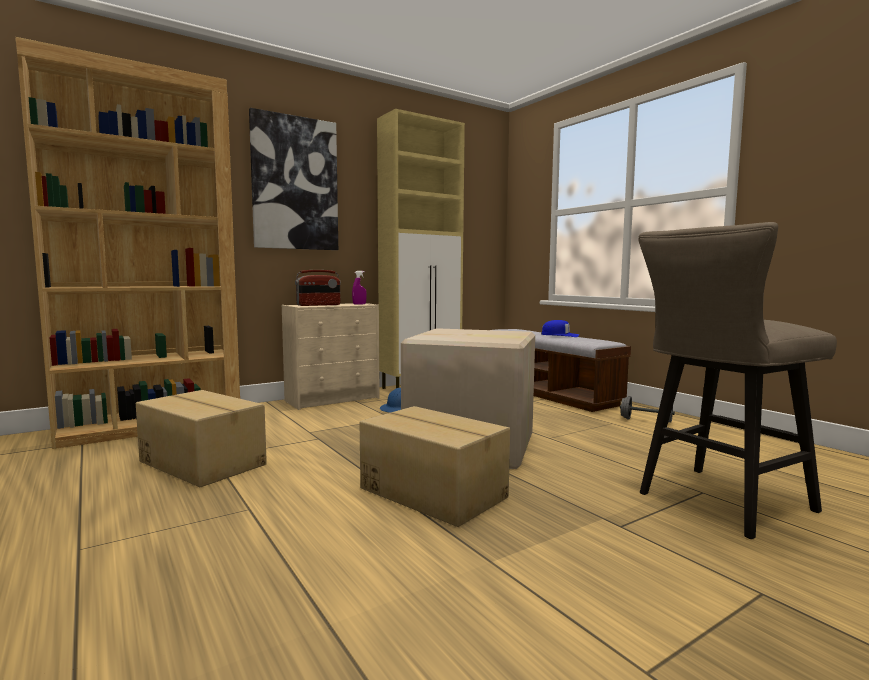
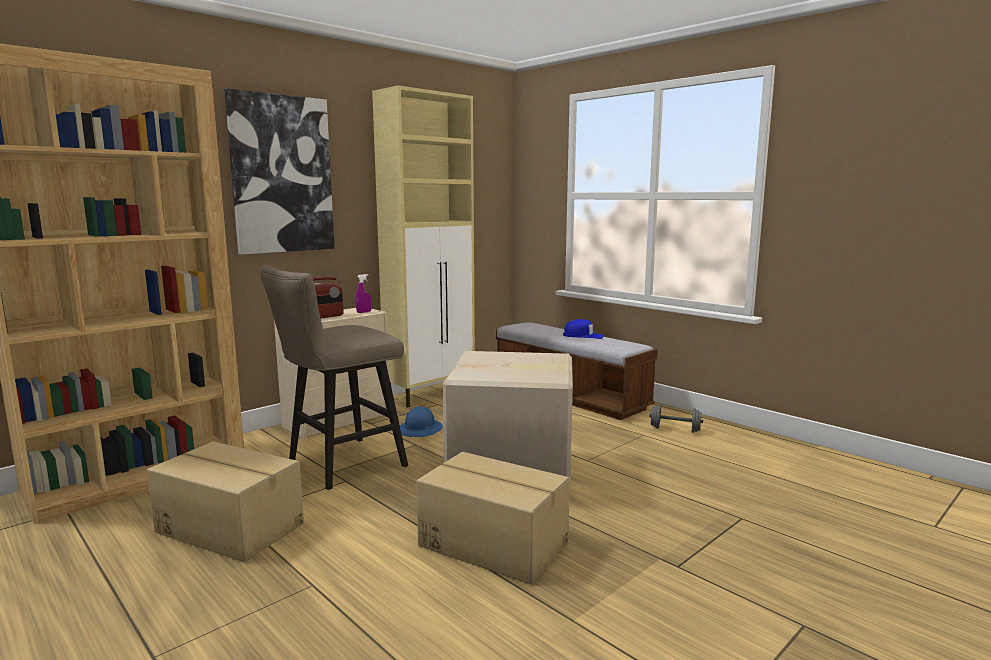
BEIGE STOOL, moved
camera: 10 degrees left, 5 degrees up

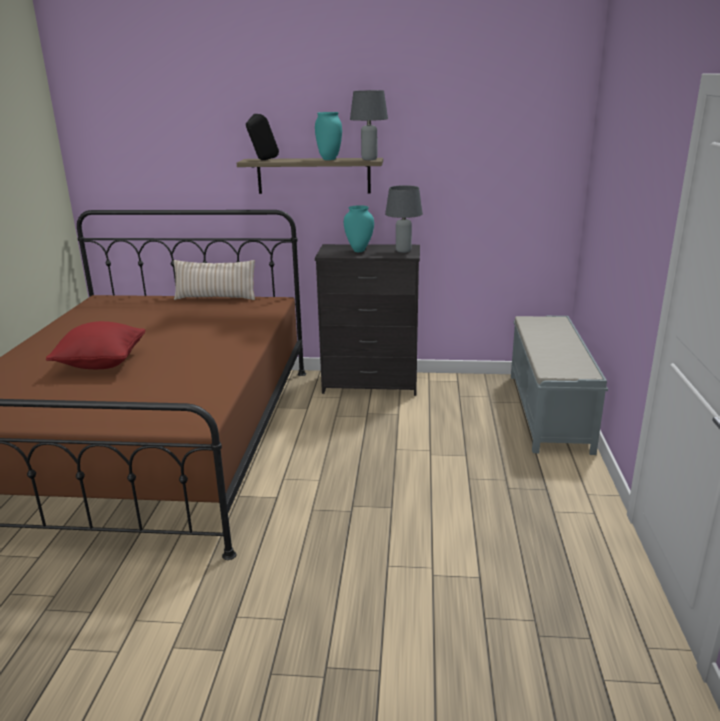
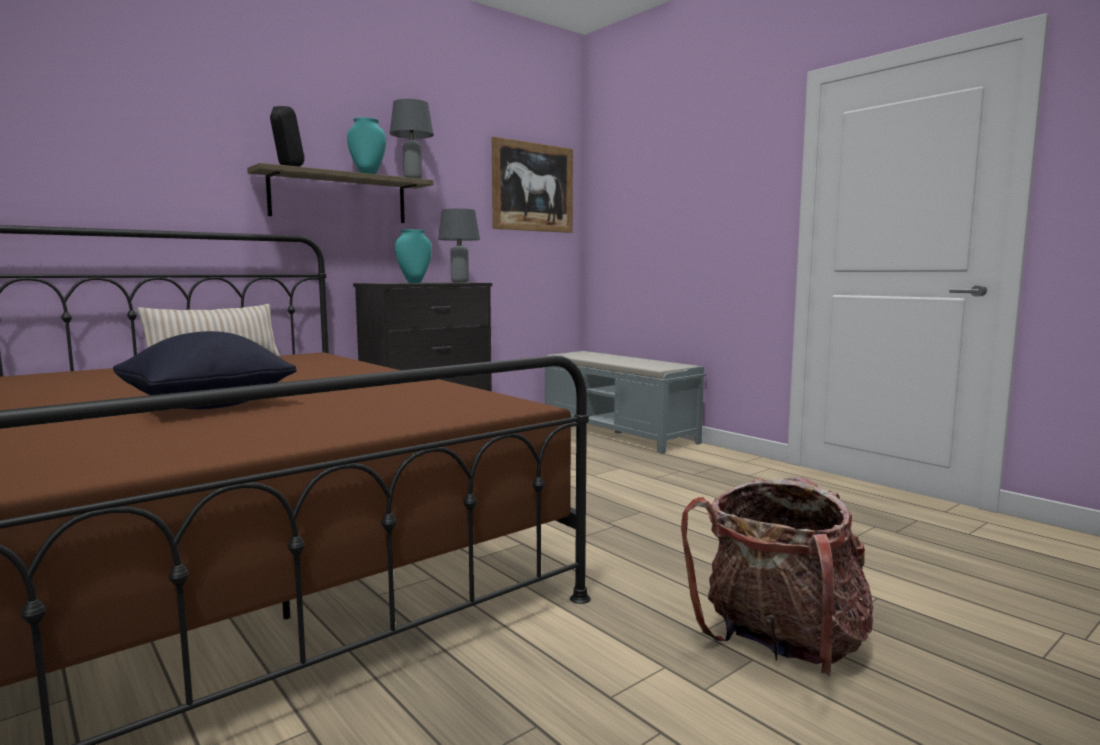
RED PILLOW -> BLACK PILLOW
none -> PICTURE
none -> BACKPACK
camera: 45 degrees left, 15 degrees down

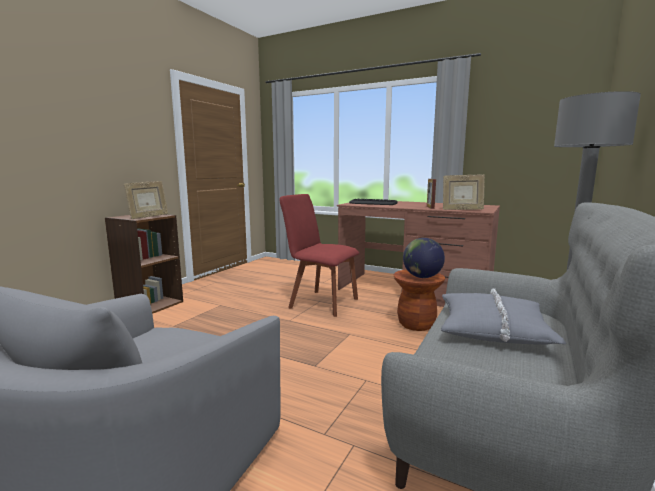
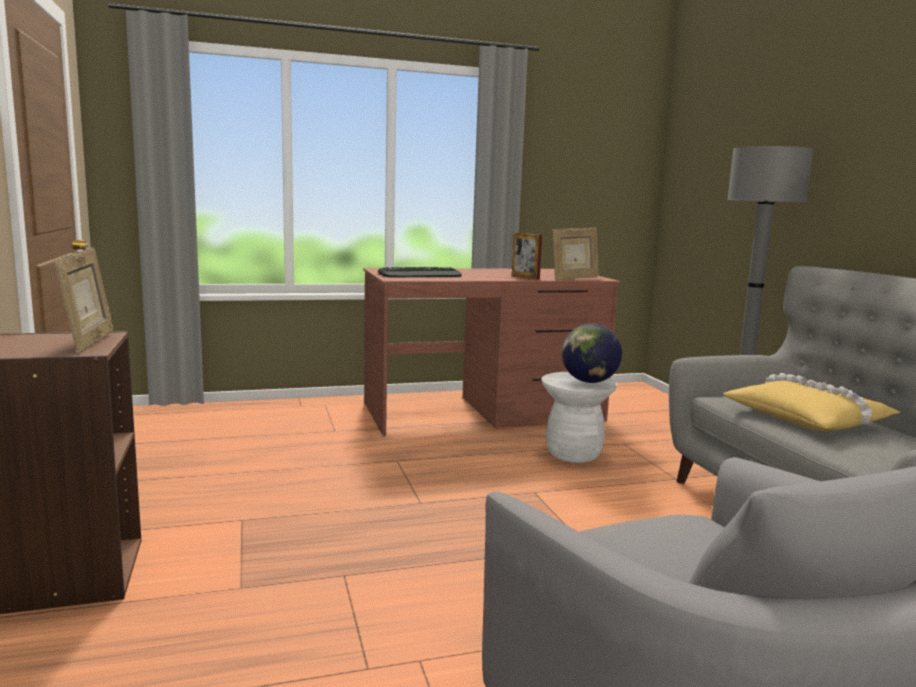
RED CHAIR -> none
BROWN STOOL -> WHITE STOOL
GREY PILLOW -> YELLOW PILLOW
camera: 45 degrees left, 0 degrees up

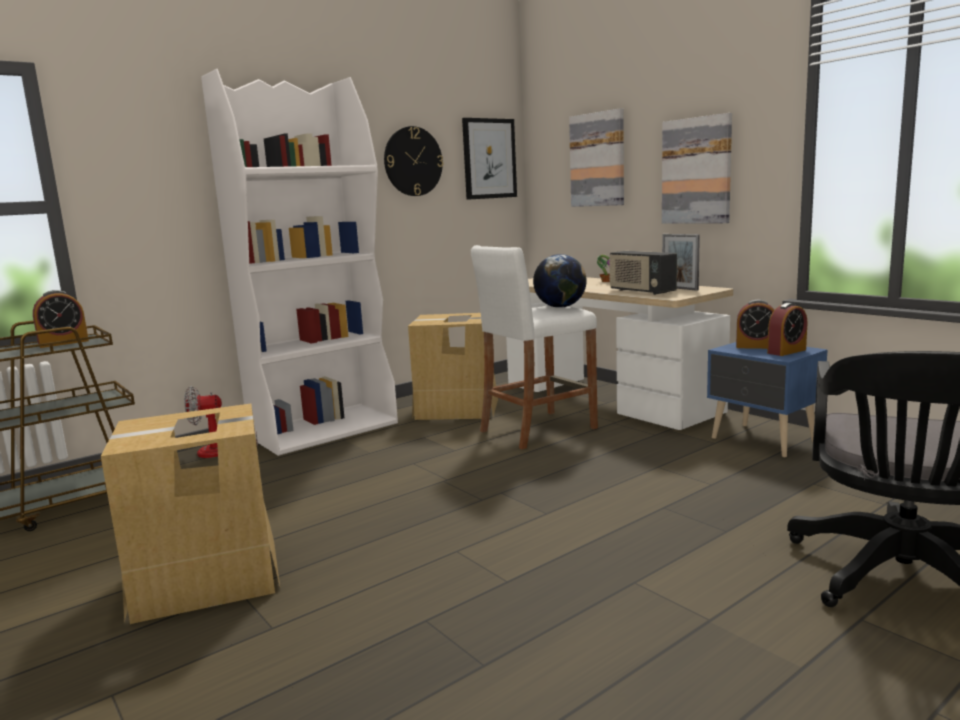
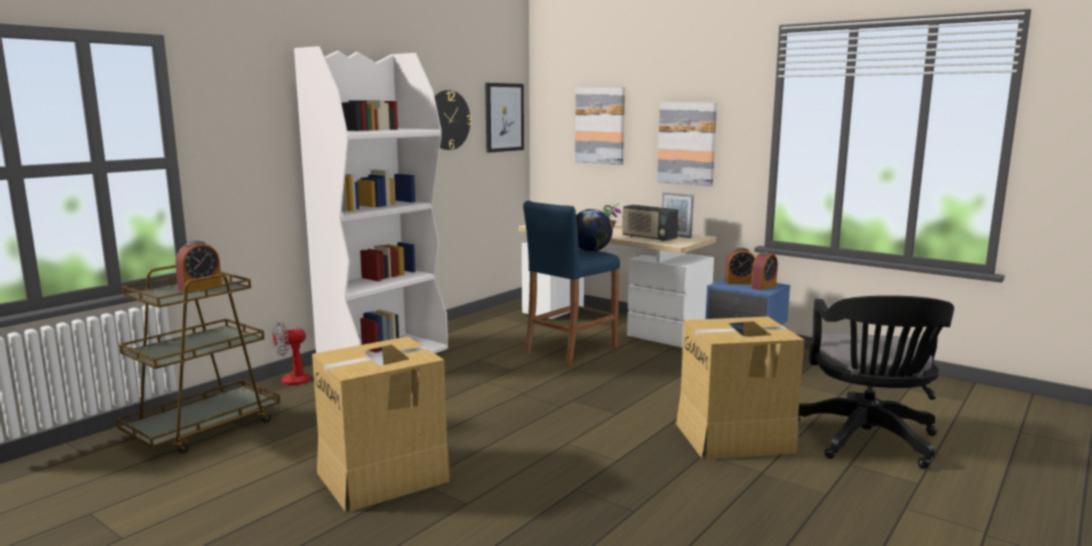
CARDBOARD BOX (2nd from left), moved
WHITE STOOL -> BLUE STOOL
camera: 15 degrees left, 0 degrees up

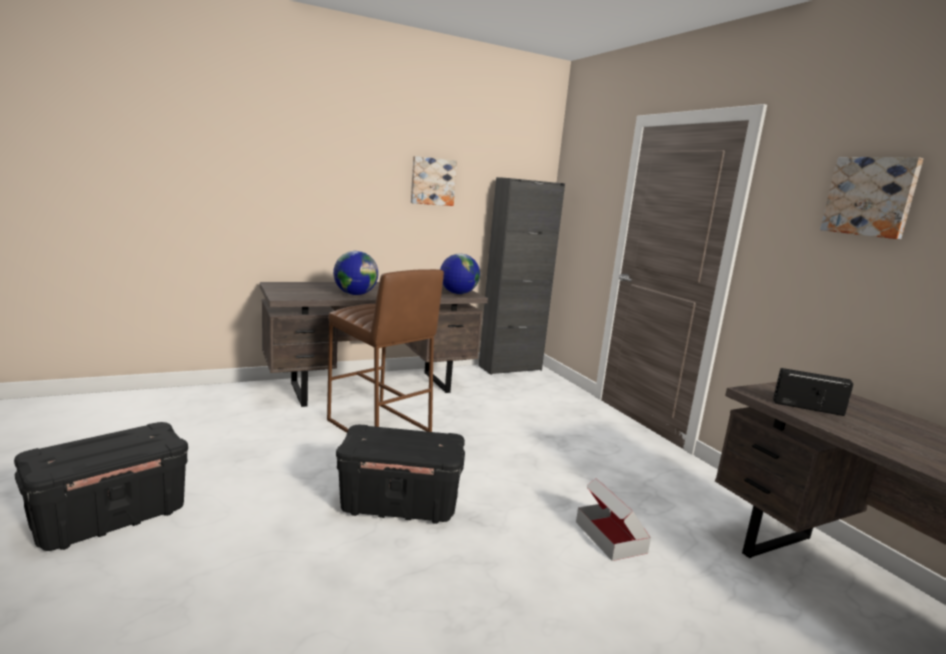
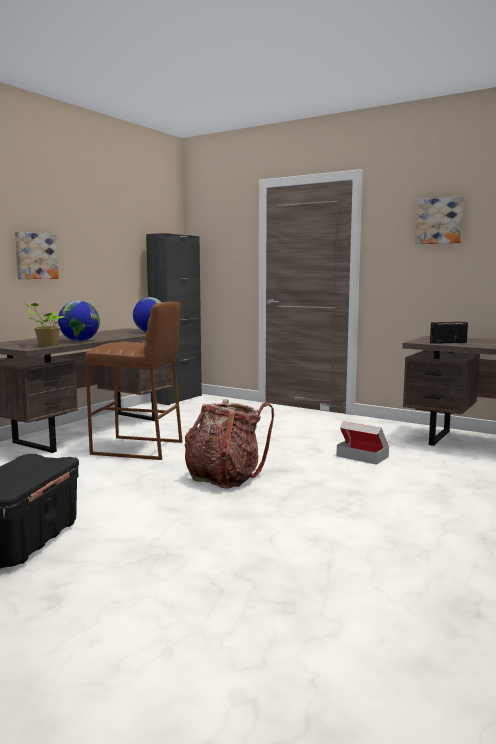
BLACK STORAGE BOX (2nd from left) -> BACKPACK
PICTURE (1st from left), moved
none -> POTTED PLANT
camera: 30 degrees left, 5 degrees down

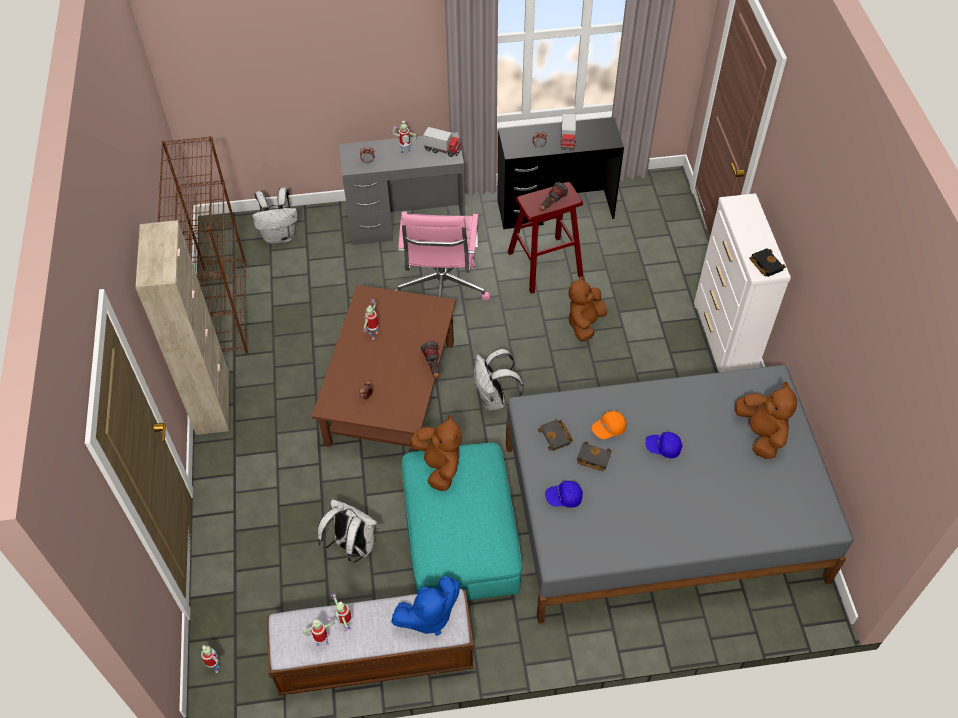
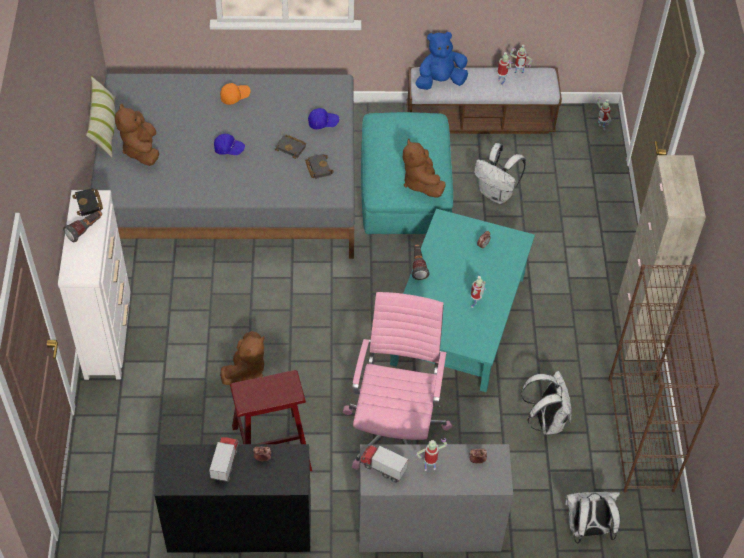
BROWN COFFEE TABLE -> TURQUOISE COFFEE TABLE
WHITE BACKPACK (3rd from left in the first image) -> WHITE BACKPACK (2nd from left), moved
FLASHLIGHT (2nd from left in the first image) -> FLASHLIGHT (1st from left), moved
ORANGE CAP, moved
none -> PILLOW
camera: 175 degrees left, 0 degrees up

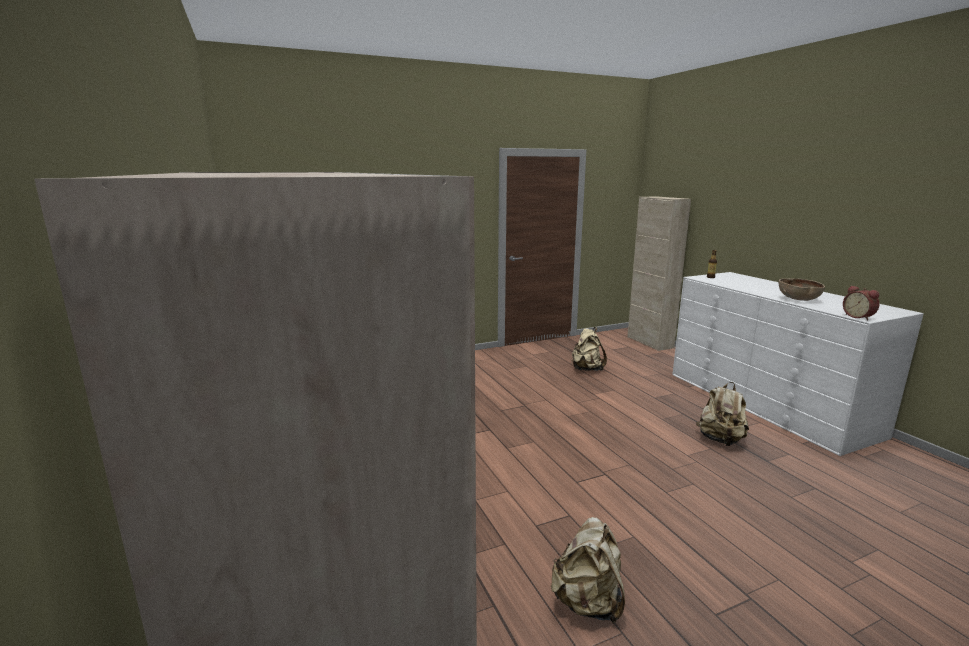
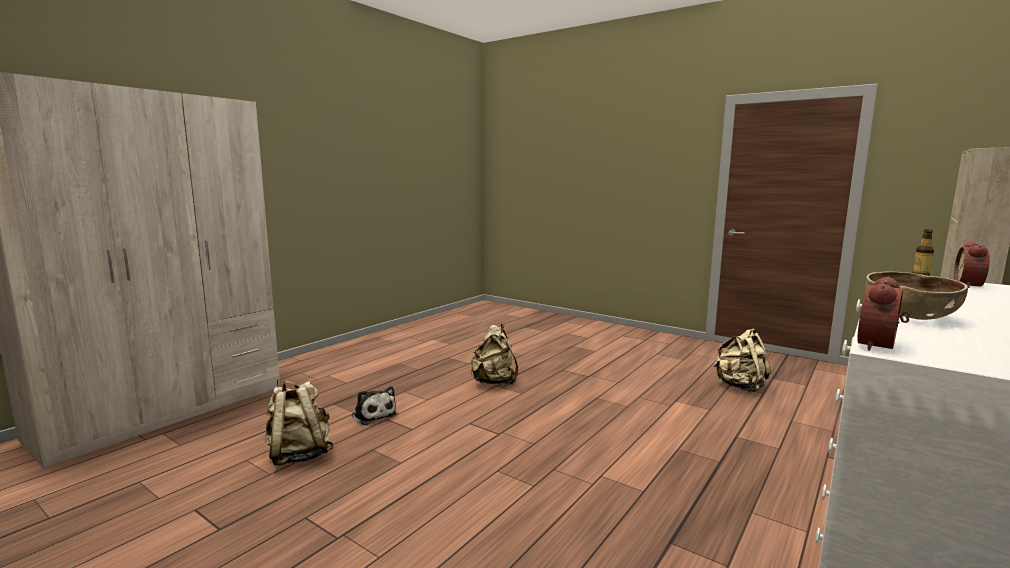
BEIGE BACKPACK (3rd from left in the first image) -> BEIGE BACKPACK (2nd from left), moved
none -> PLUSH TOY
none -> ALARM CLOCK (2nd from left)
camera: 60 degrees right, 5 degrees down

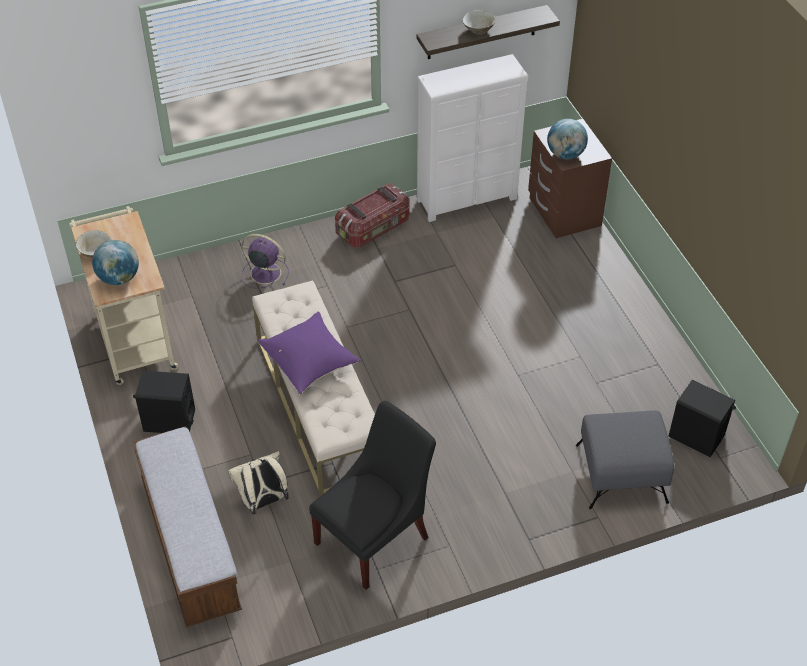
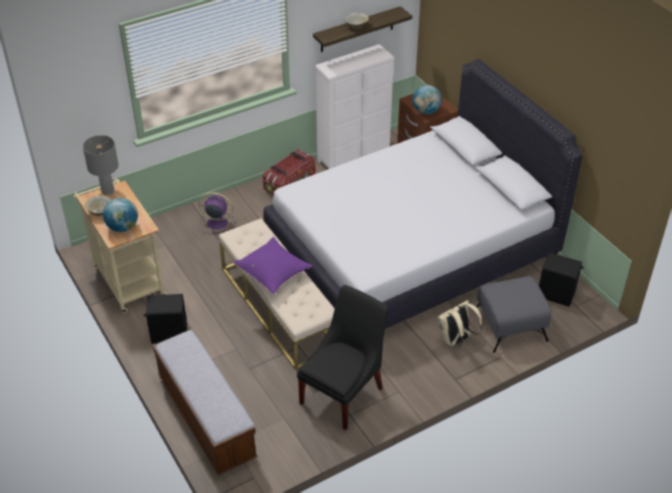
BEIGE BACKPACK, moved
none -> GREY TABLE LAMP
none -> WHITE BED
camera: 10 degrees left, 5 degrees down

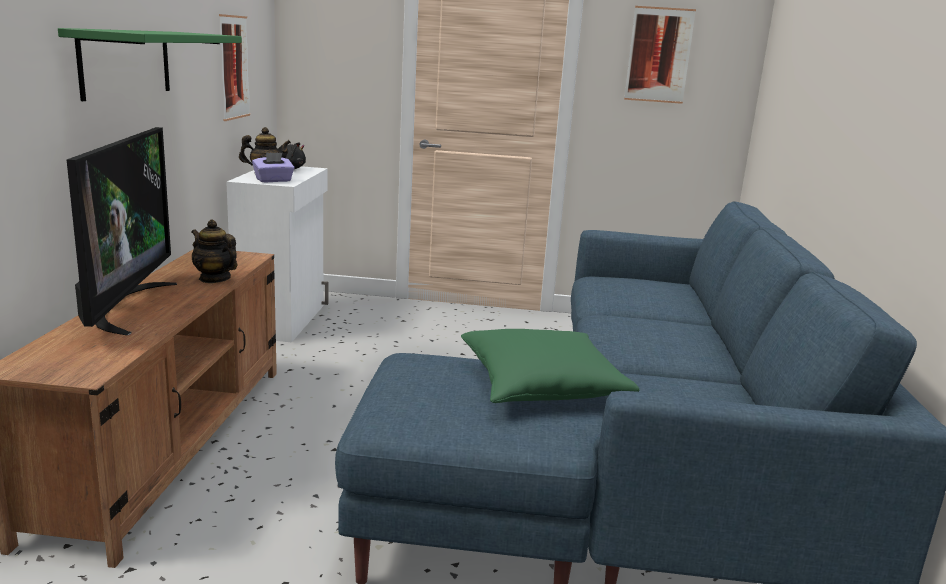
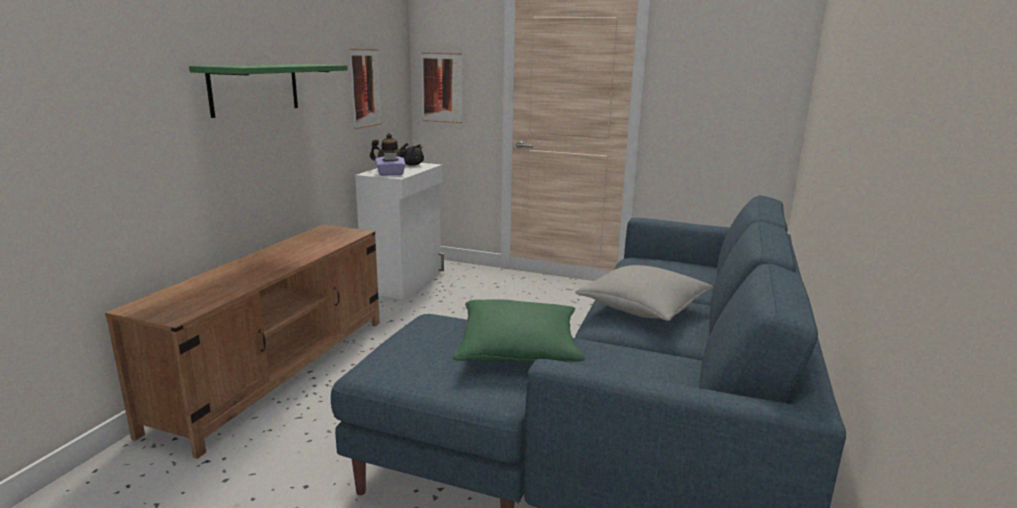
TELEVISION -> none
TEAPOT (1st from left) -> none
PICTURE (2nd from left), moved
none -> GREY PILLOW
camera: 15 degrees right, 0 degrees up

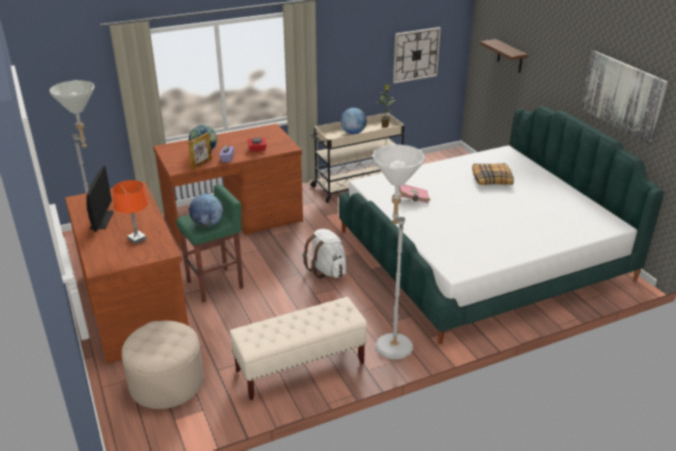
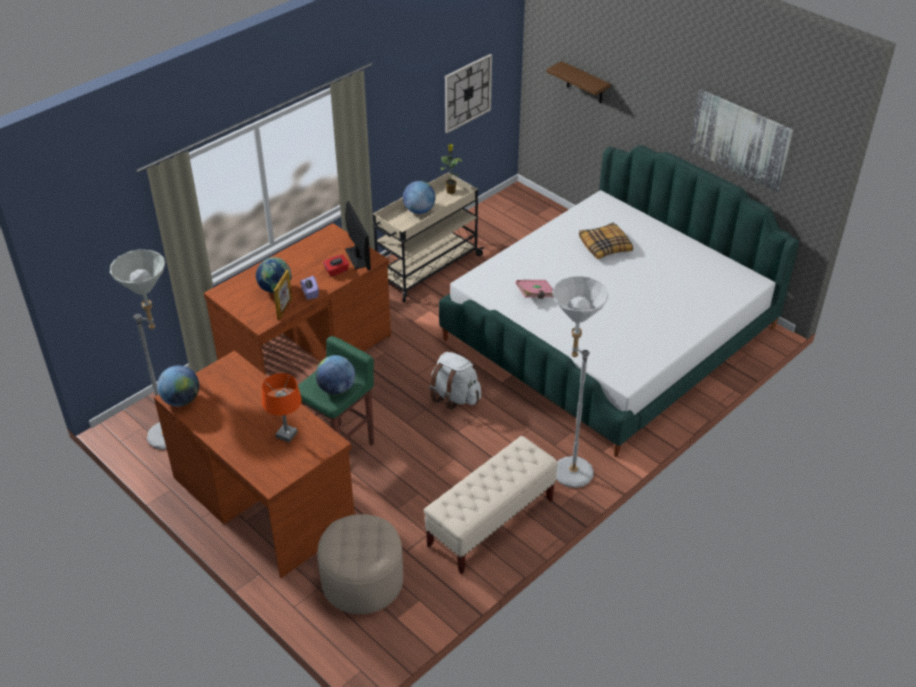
MONITOR, moved
none -> GLOBE (1st from left)
camera: 20 degrees left, 10 degrees up

